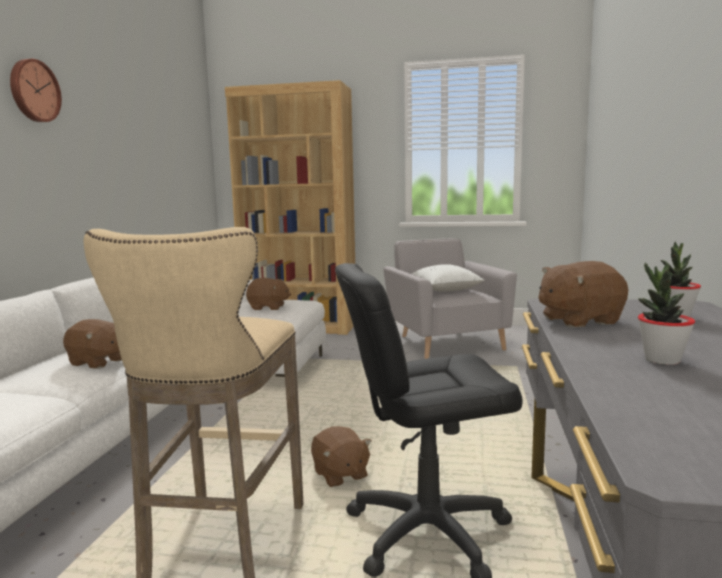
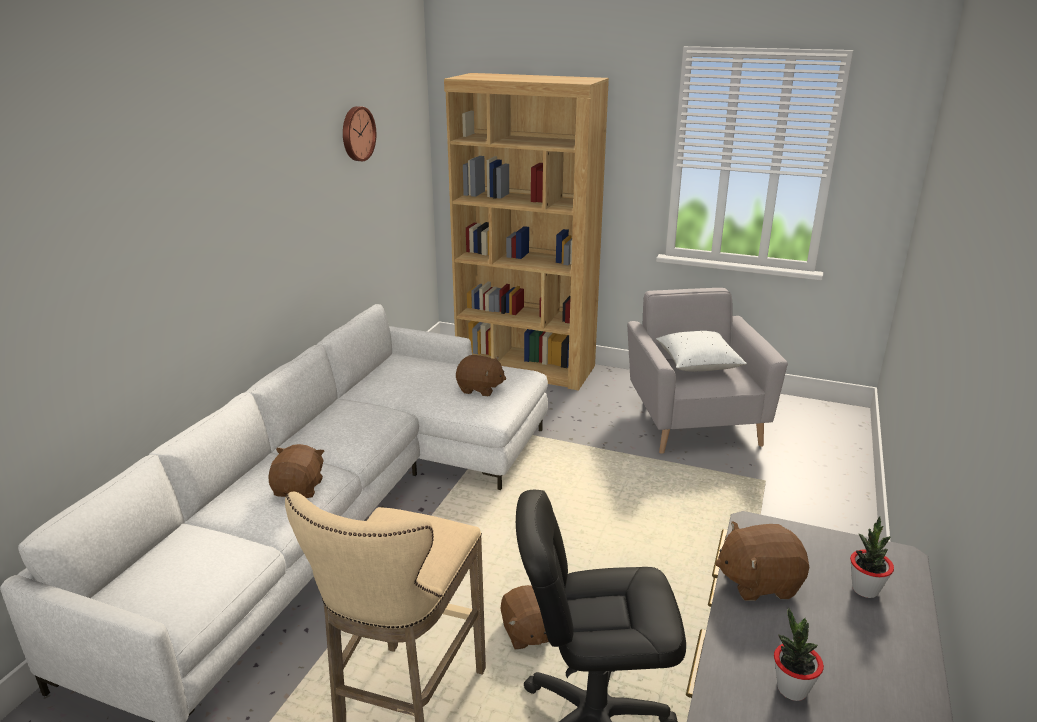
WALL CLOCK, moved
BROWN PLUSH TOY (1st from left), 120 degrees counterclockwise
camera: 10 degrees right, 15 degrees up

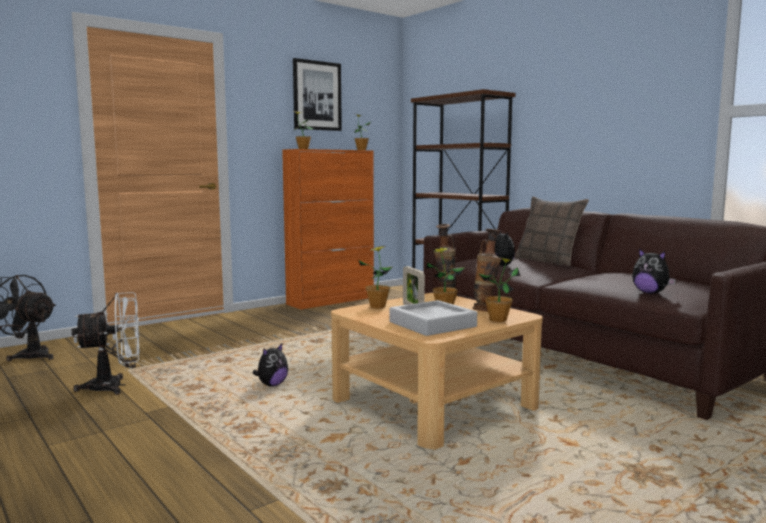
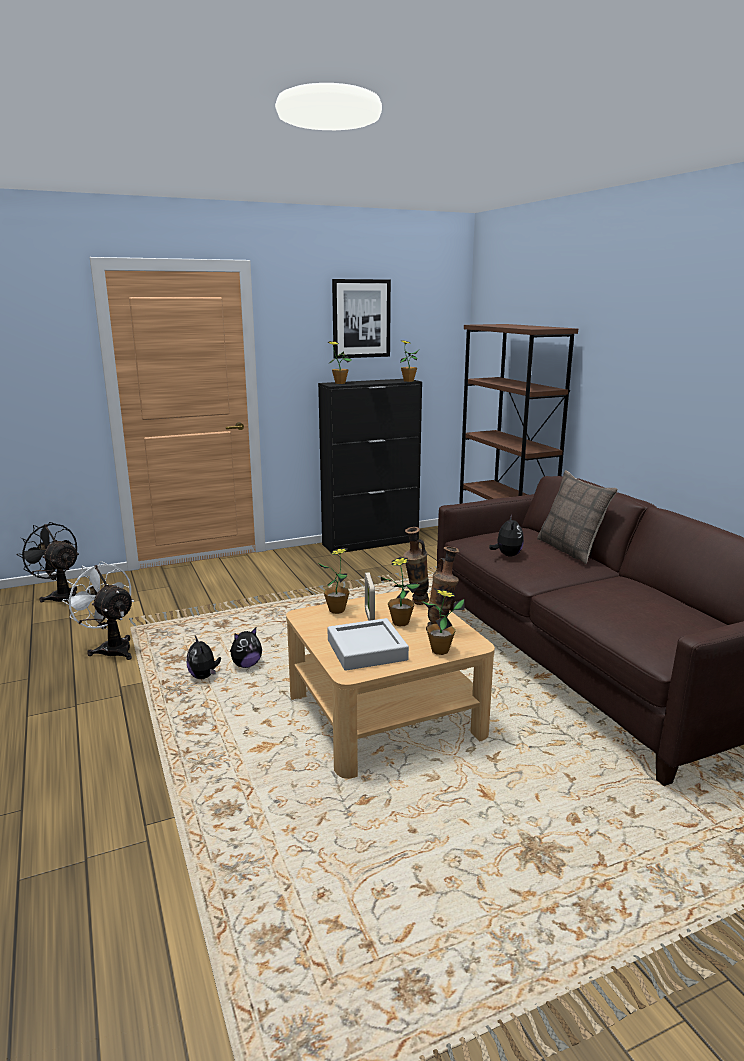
WHITE FAN, 135 degrees counterclockwise
ORANGE CABINET -> BLACK CABINET
PLUSH TOY (3rd from left in the first image) -> PLUSH TOY (1st from left), moved
camera: 15 degrees right, 10 degrees up

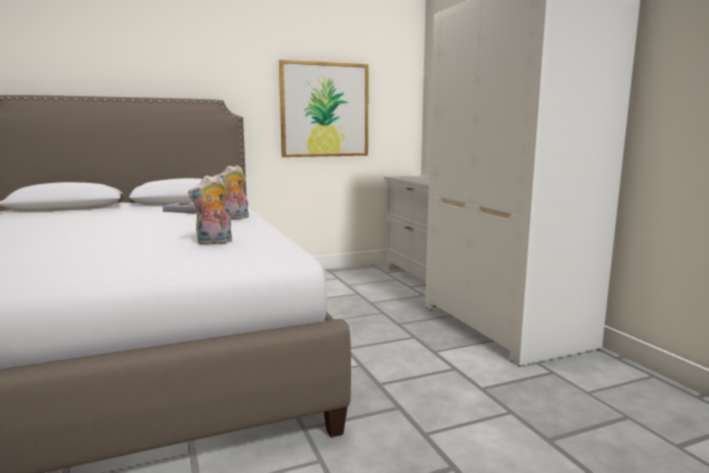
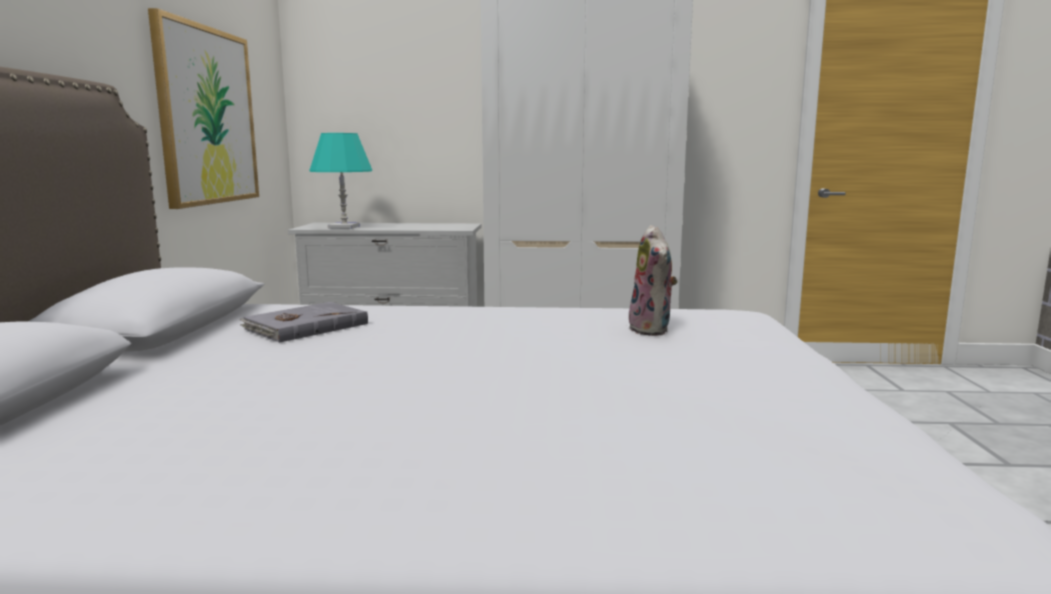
PLUSH TOY (2nd from left) -> none
none -> TURQUOISE TABLE LAMP
camera: 65 degrees left, 0 degrees up

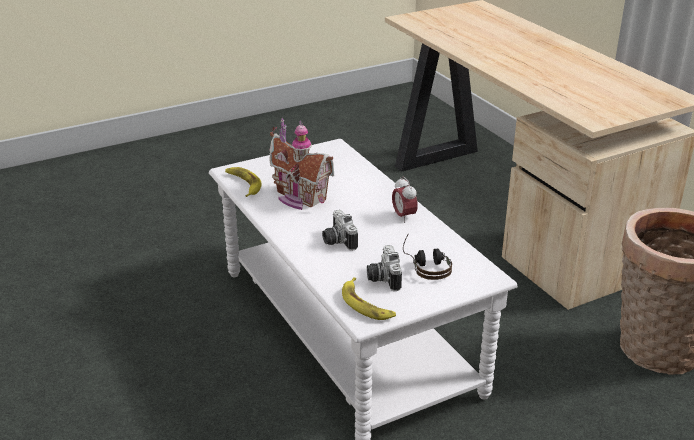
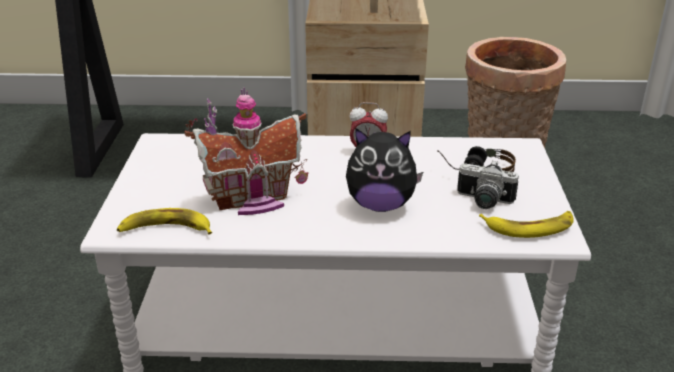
PHOTO CAMERA (1st from left) -> PLUSH TOY
camera: 60 degrees left, 0 degrees up

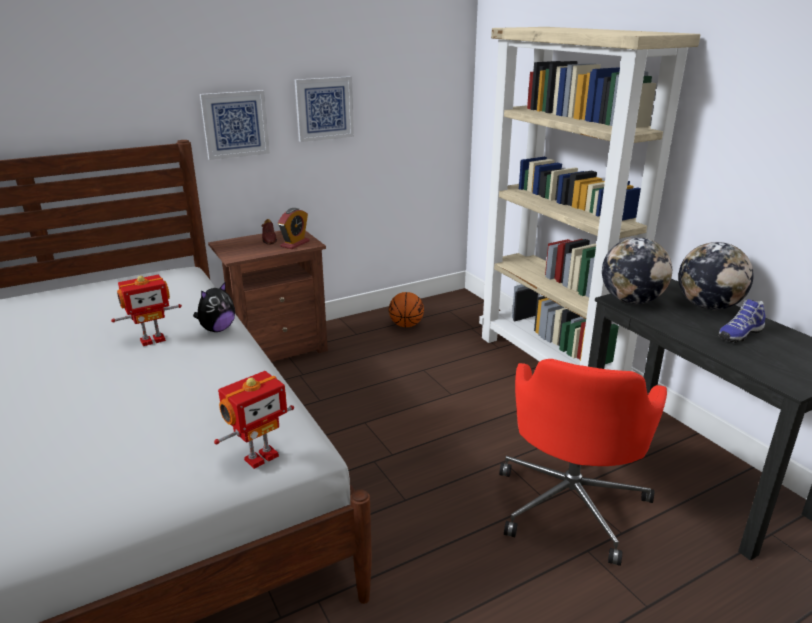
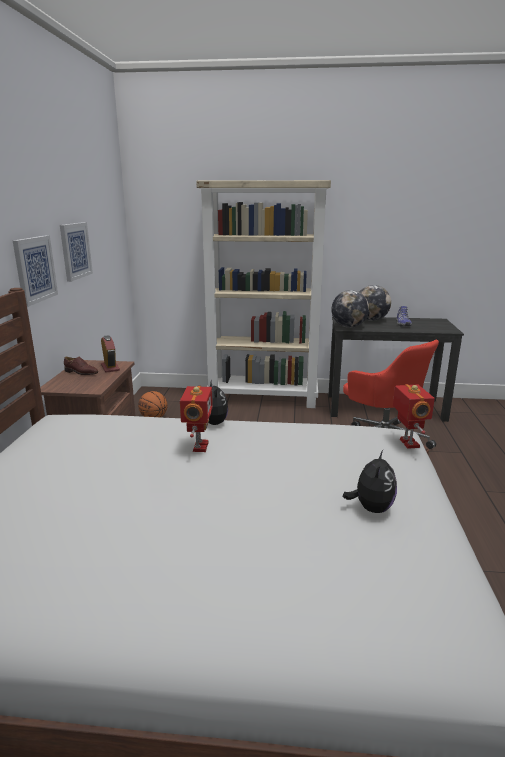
none -> PLUSH TOY (2nd from left)
camera: 55 degrees left, 5 degrees down

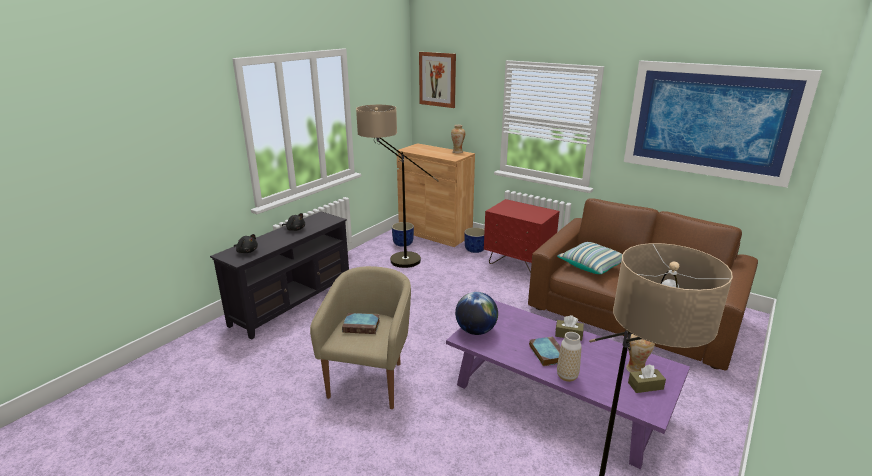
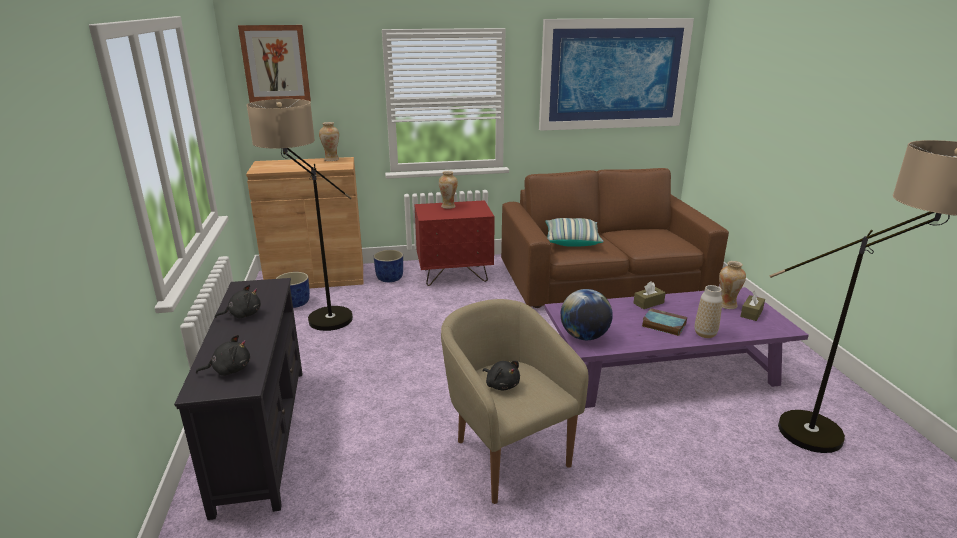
BOOK (1st from left) -> BLACK PLUSH TOY (3rd from left)
none -> VASE (2nd from left)
camera: 45 degrees left, 0 degrees up

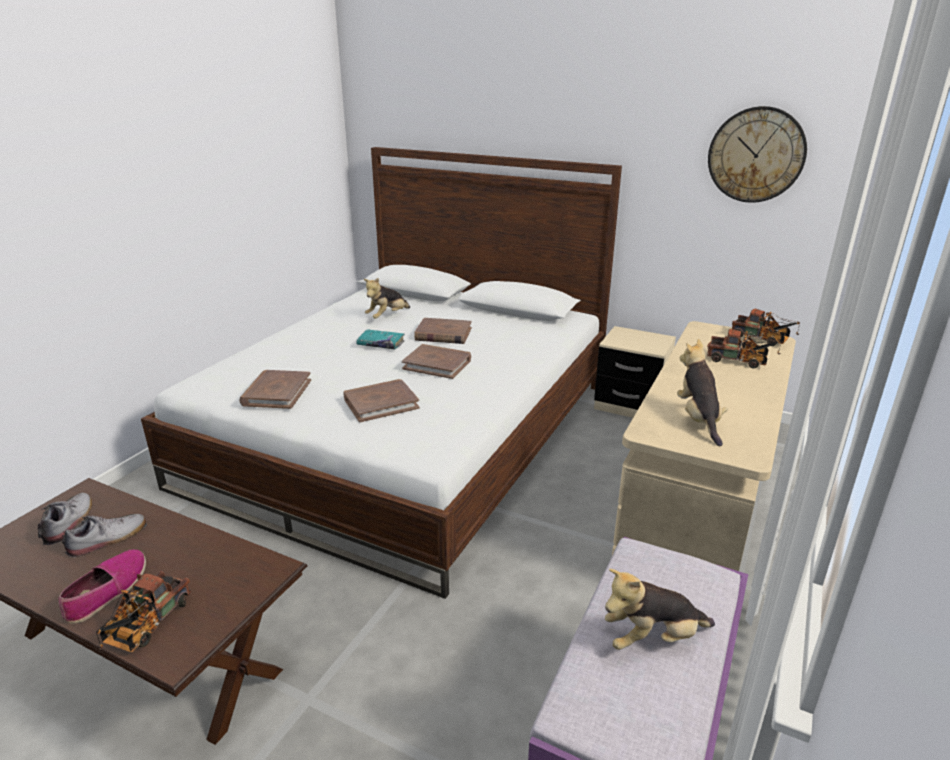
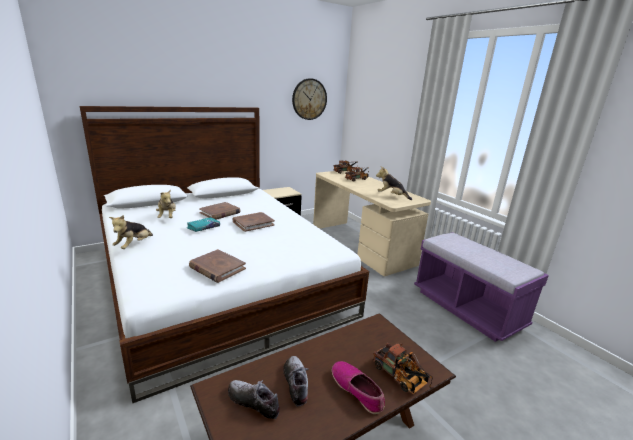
BROWN BOOK (2nd from left) -> none
PLUSH TOY (2nd from left in the first image) -> PLUSH TOY (1st from left), moved
camera: 60 degrees left, 5 degrees down

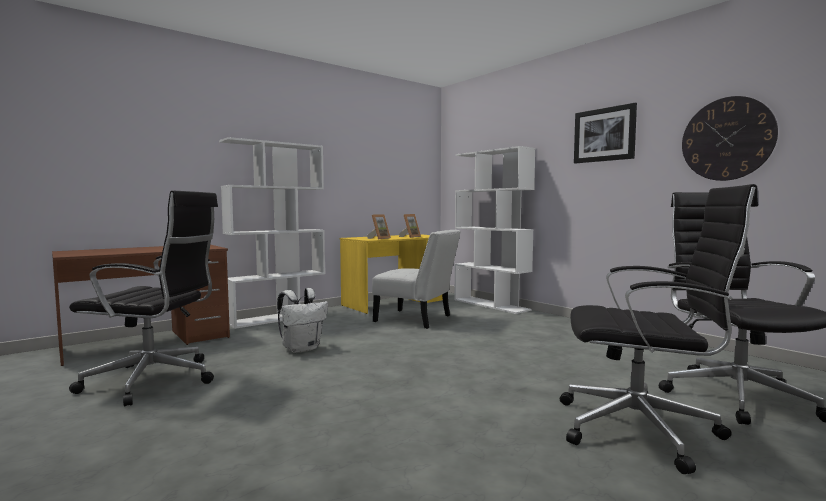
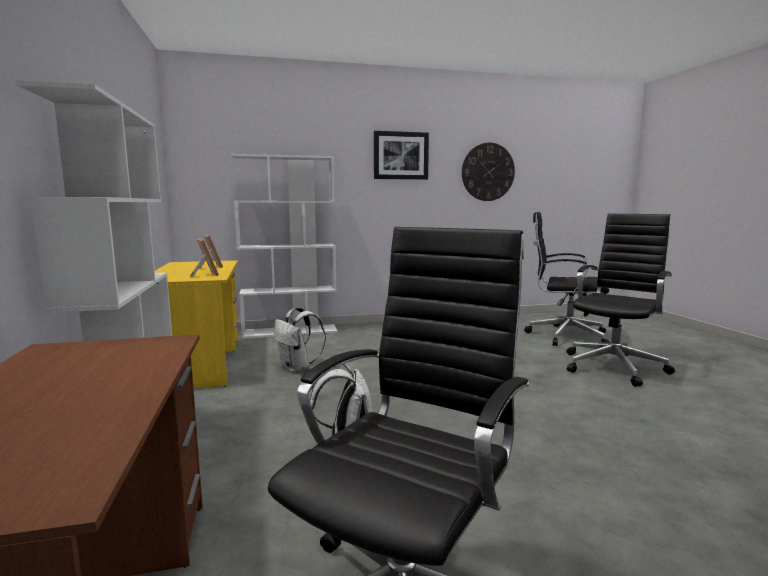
WHITE CHAIR -> WHITE BACKPACK (1st from left)
camera: 65 degrees left, 5 degrees up

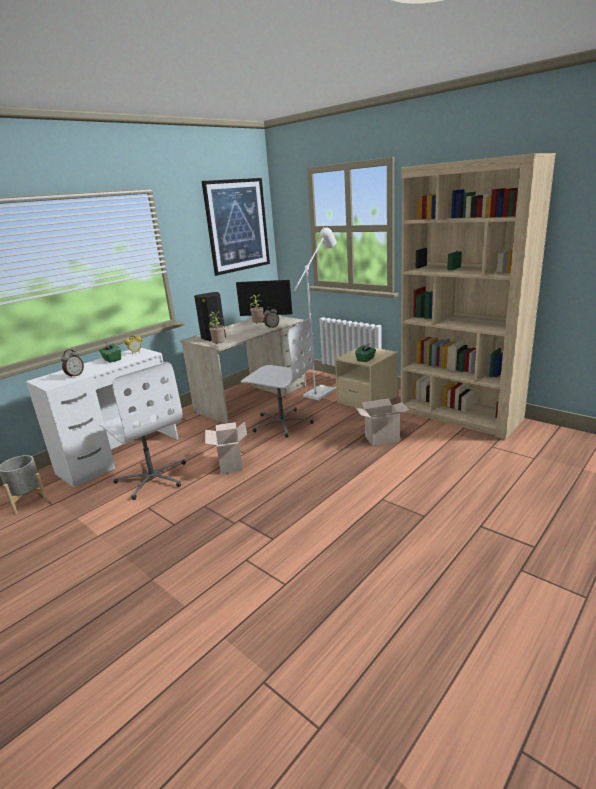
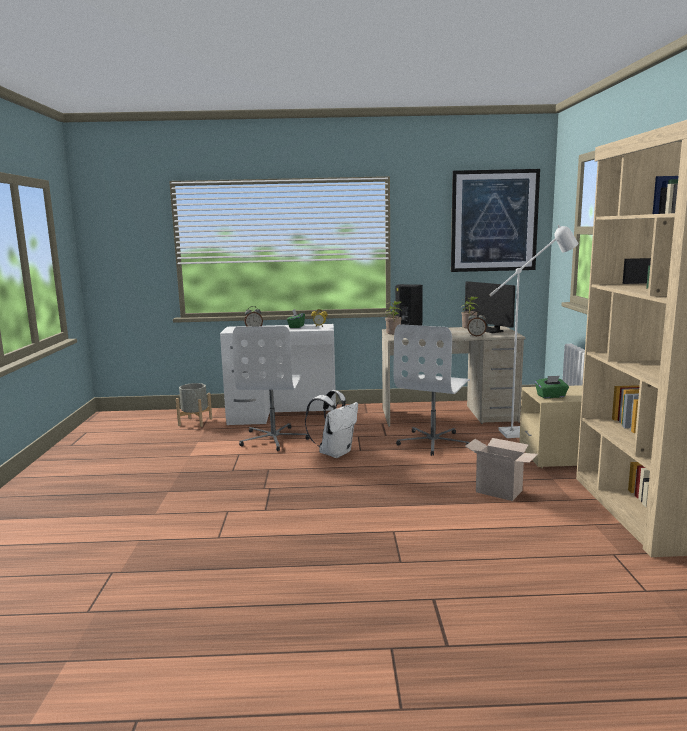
CARDBOARD BOX (1st from left) -> WHITE BACKPACK
WHITE OFFICE CHAIR (2nd from left), 45 degrees clockwise
camera: 45 degrees right, 10 degrees down

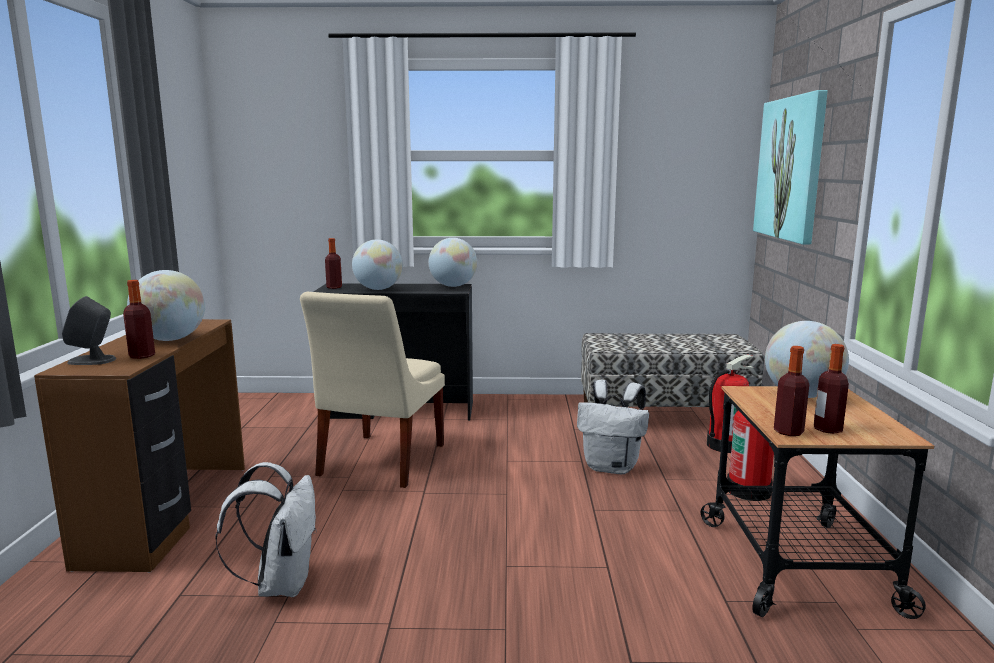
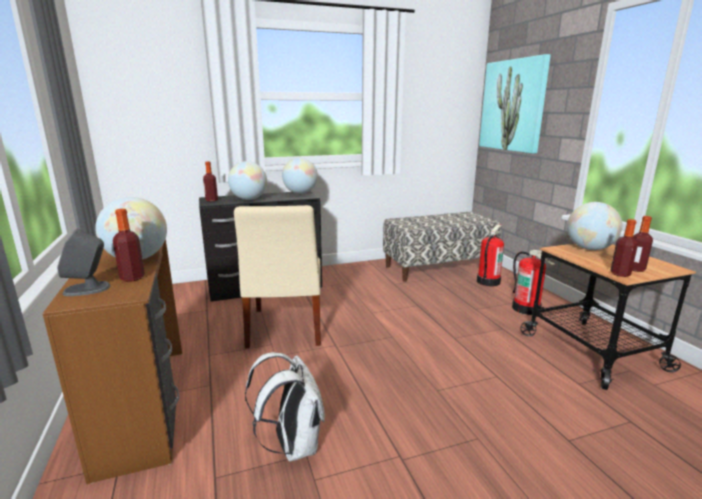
WHITE BACKPACK (2nd from left) -> none
camera: 20 degrees left, 5 degrees up

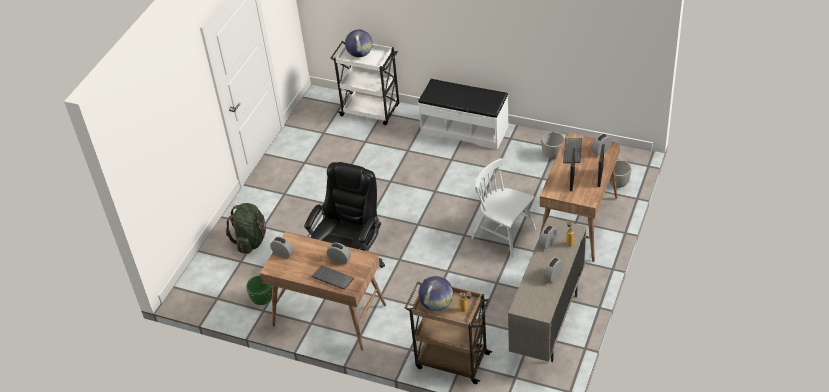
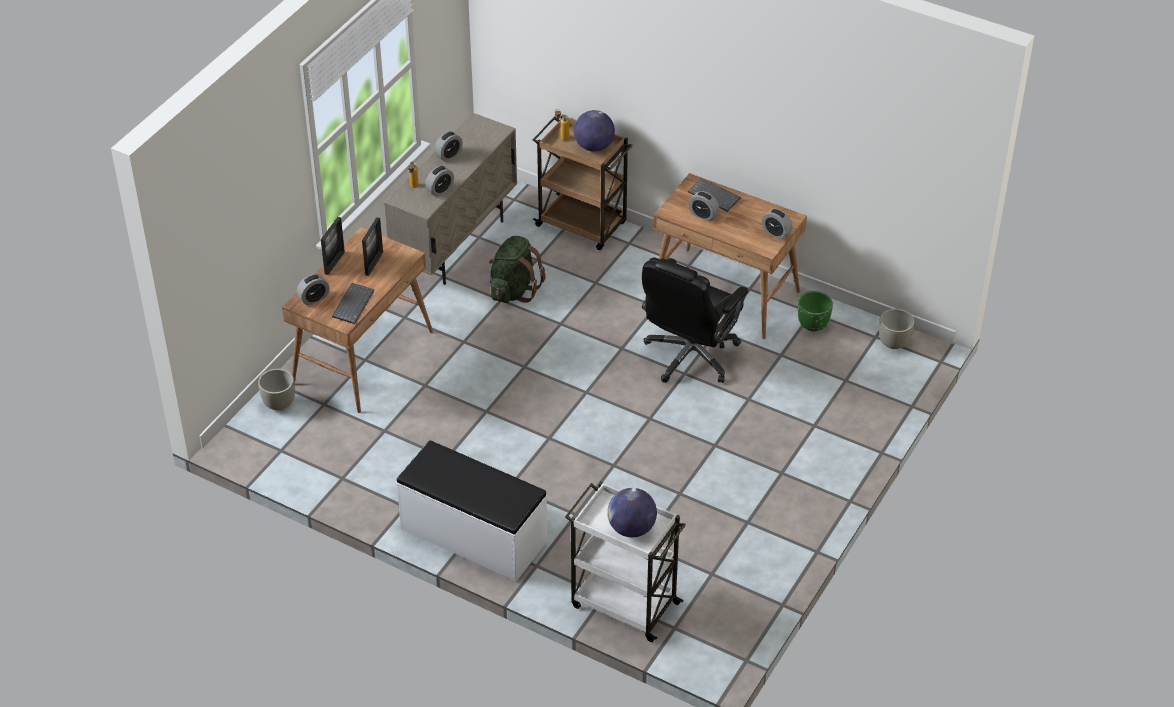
GREEN BACKPACK, moved
WHITE CHAIR -> none
GREY PLANTER (1st from left in the first image) -> GREY PLANTER (2nd from left), moved
camera: 175 degrees left, 0 degrees up

